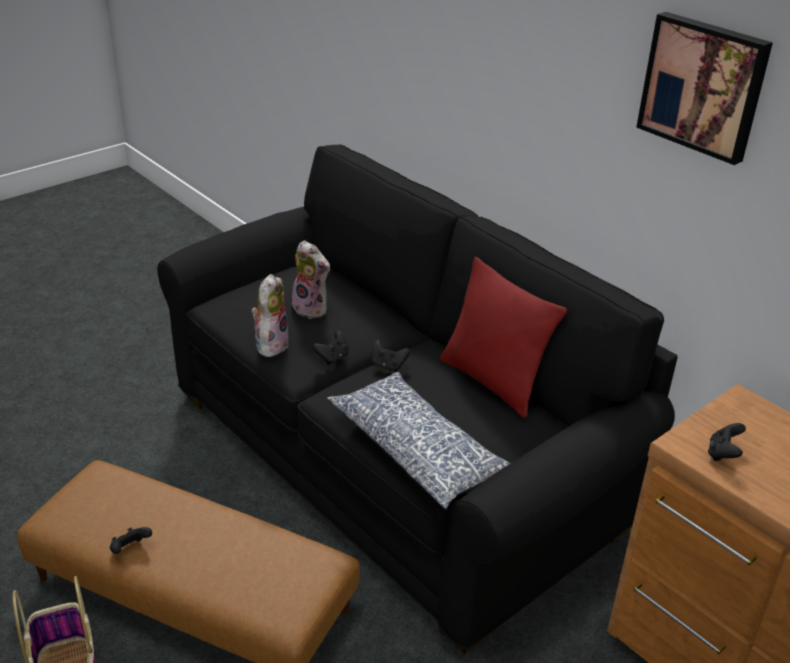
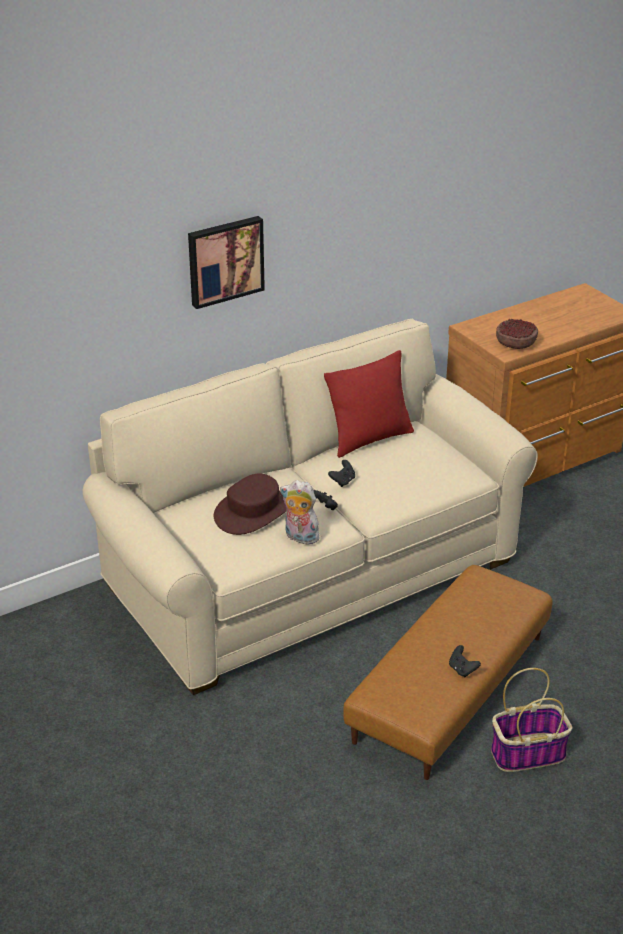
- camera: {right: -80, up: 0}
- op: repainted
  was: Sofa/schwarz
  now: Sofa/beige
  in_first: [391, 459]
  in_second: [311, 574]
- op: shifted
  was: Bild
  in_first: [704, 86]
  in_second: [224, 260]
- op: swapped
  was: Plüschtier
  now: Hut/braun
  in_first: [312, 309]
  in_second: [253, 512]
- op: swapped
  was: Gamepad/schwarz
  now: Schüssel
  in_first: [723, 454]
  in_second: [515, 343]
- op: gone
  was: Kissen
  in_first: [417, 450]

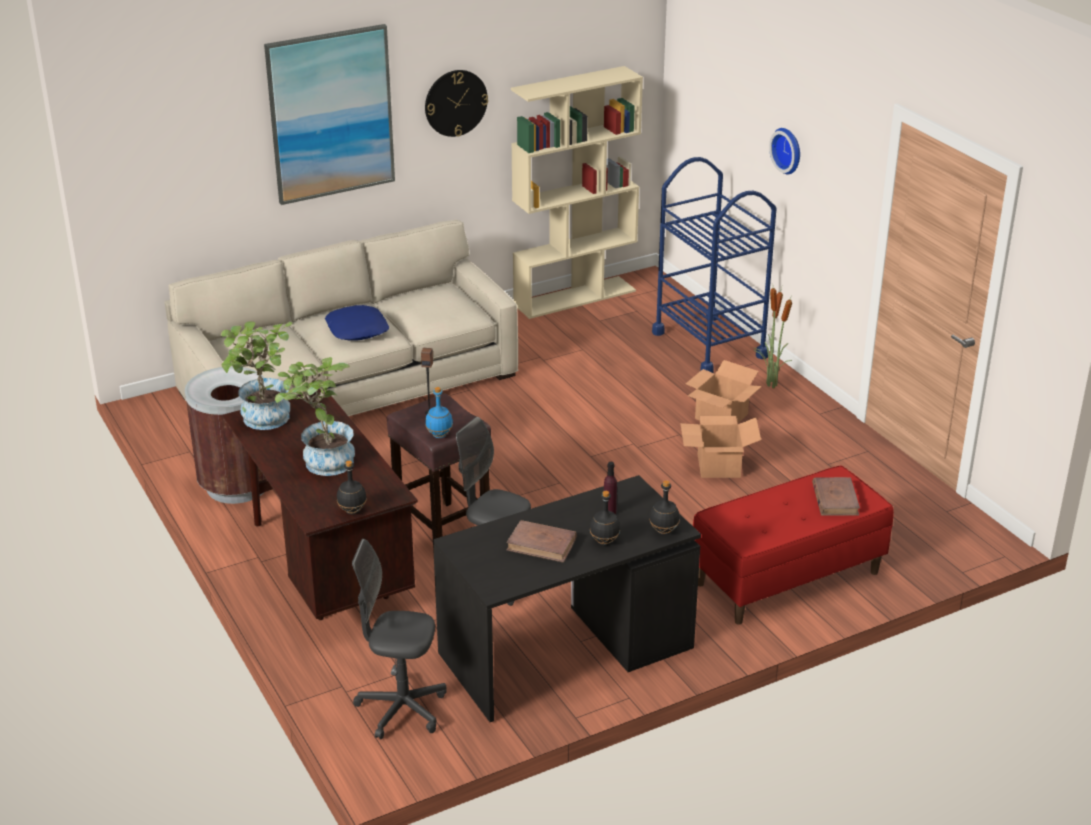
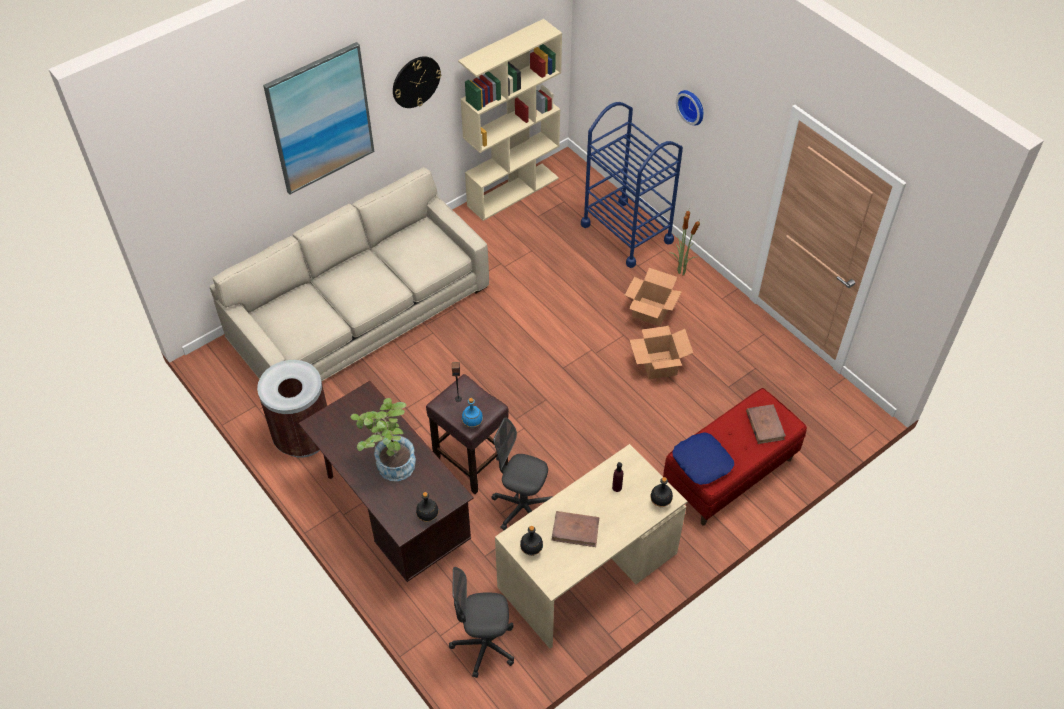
- camera: {right: -10, up: 20}
- op: repainted
  was: Schreibtisch/schwarz
  now: Schreibtisch/beige
  in_first: [565, 652]
  in_second: [587, 572]
- op: shifted
  was: Flasche/schwarz
  in_first: [604, 542]
  in_second: [531, 550]
- op: shifted
  was: Kissen/blau
  in_first: [357, 329]
  in_second: [702, 462]
- op: gone
  was: Topfpflanze
  in_first: [263, 421]

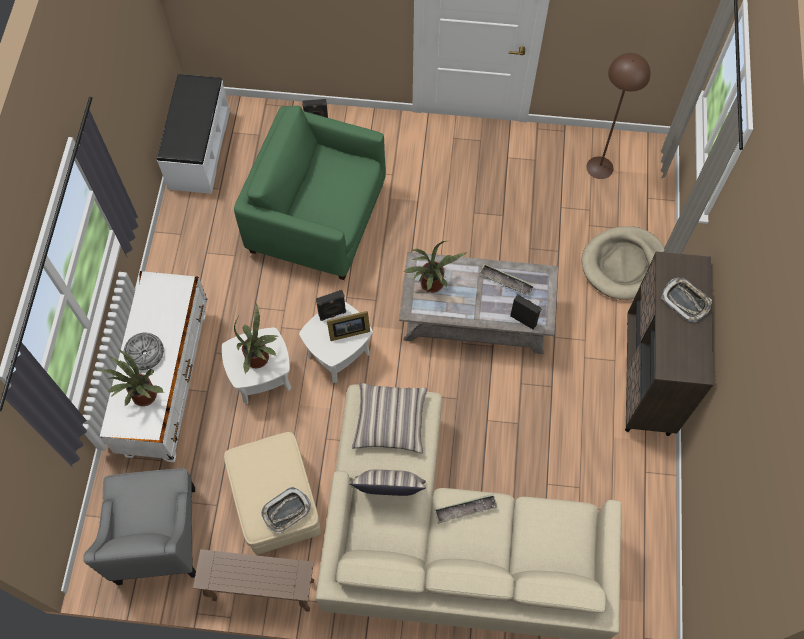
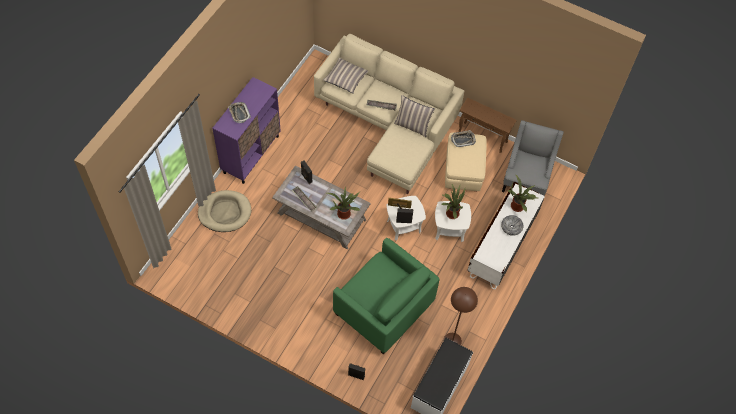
- camera: {right: -160, up: -5}
- op: repainted
  was: Schrank/braun
  now: Schrank/lila
  in_first: [648, 378]
  in_second: [251, 154]
- op: shifted
  was: Kissen
  in_first: [390, 421]
  in_second: [346, 78]
- op: shifted
  was: Stehlampe/braun
  in_first: [599, 167]
  in_second: [452, 341]

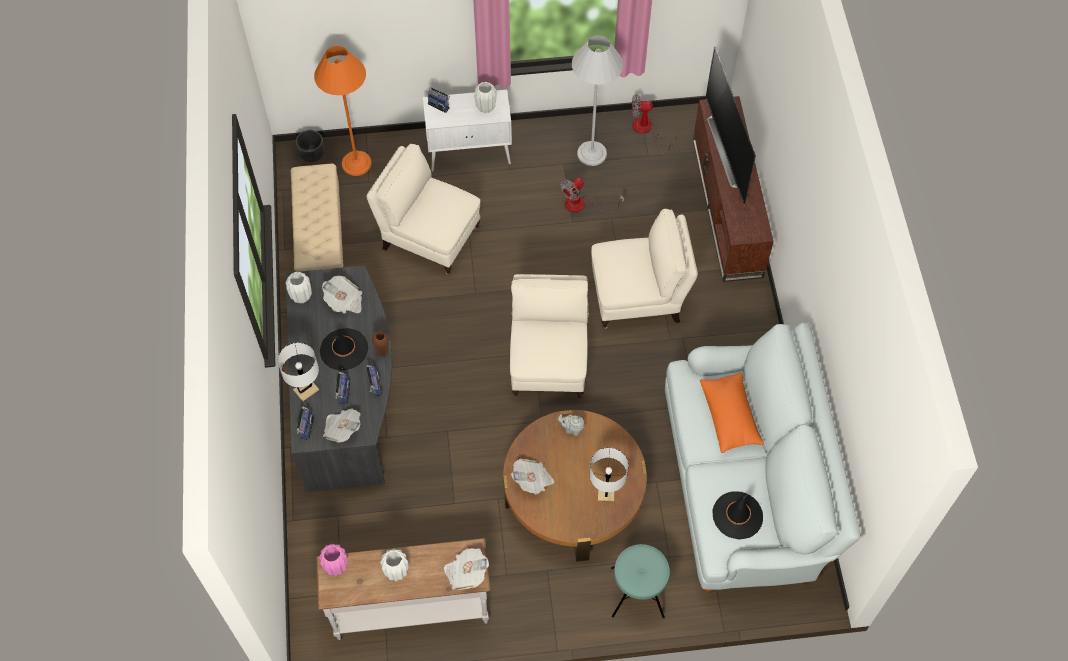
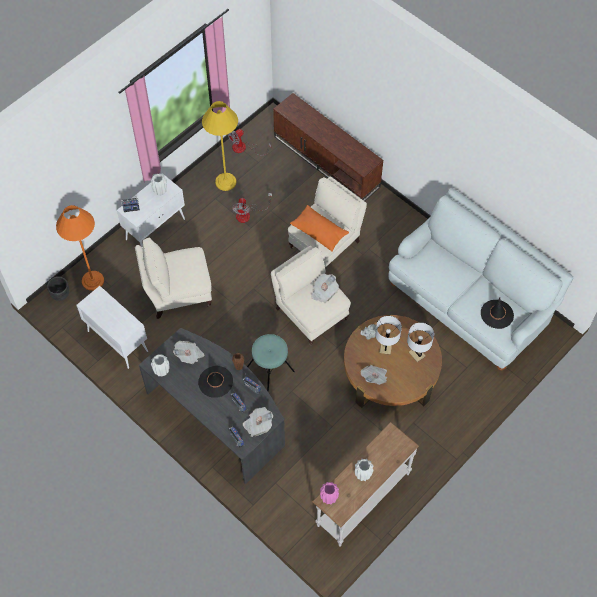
- camera: {right: -40, up: 0}
- op: swapped
  was: Bank/beige
  now: Schrank/weiß
  in_first: [322, 243]
  in_second: [117, 341]
- op: repainted
  was: Stehlampe/weiß
  now: Stehlampe/gelb
  in_first: [592, 153]
  in_second: [225, 182]
- op: shifted
  was: Hocker/türkis
  in_first: [637, 592]
  in_second: [270, 369]
- op: shifted
  was: Kissen/orange
  in_first: [730, 417]
  in_second: [319, 232]
- op: shifted
  was: Zeitung
  in_first: [466, 573]
  in_second: [323, 292]
- op: shifted
  was: Tischlampe/weiß
  in_first: [306, 390]
  in_second: [385, 347]
- op: gone
  was: Fernseher
  in_first: [729, 150]

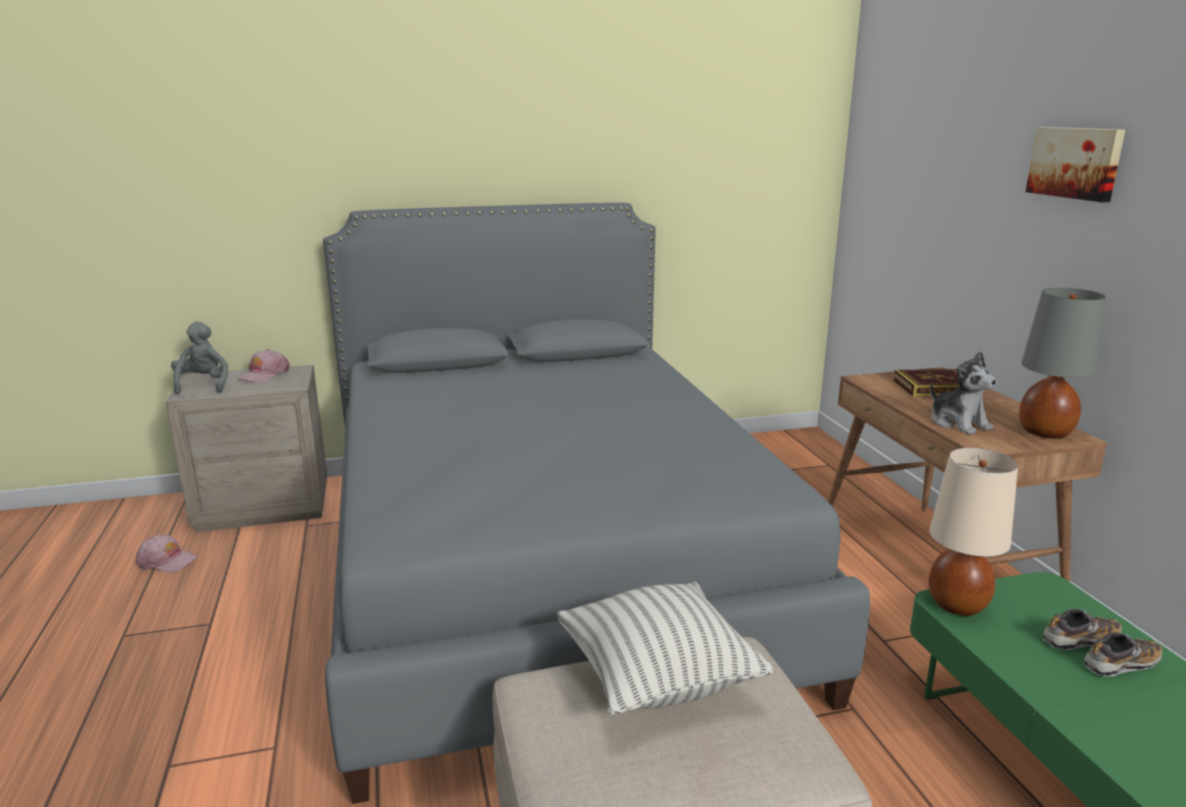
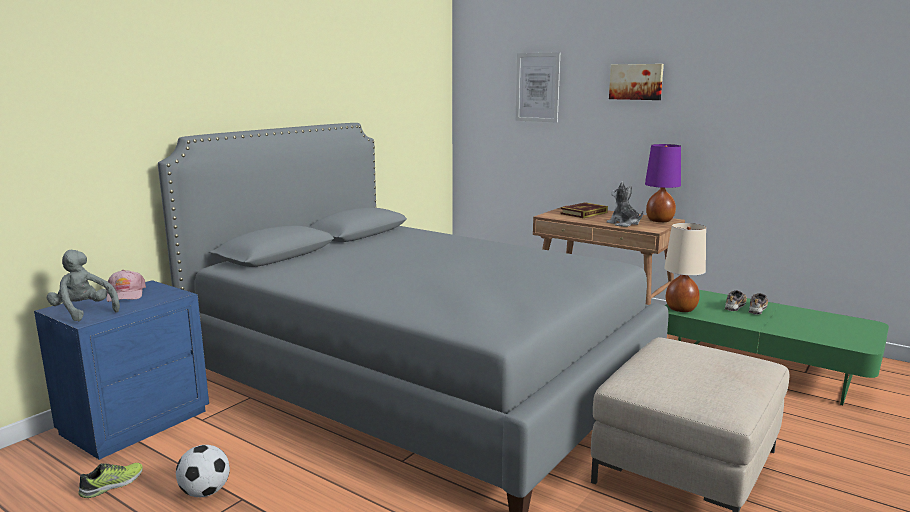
- camera: {right: -40, up: -5}
- op: repainted
  was: Nachttisch/beige
  now: Nachttisch/blau
  in_first: [264, 506]
  in_second: [134, 422]
- op: swapped
  was: Kappe/rosa
  now: Schuh
  in_first: [166, 561]
  in_second: [112, 485]
- op: new
  now: Fußball
  in_second: [205, 492]
- op: new
  now: Bild
  in_second: [537, 87]
- op: rotated
  was: Plüschtier
  in_first: [958, 423]
  in_second: [624, 224]
  clockwise: -150
- op: repainted
  was: Tischlampe/grau
  now: Tischlampe/lila
  in_first: [1044, 432]
  in_second: [659, 220]
- op: gone
  was: Kissen
  in_first: [658, 679]

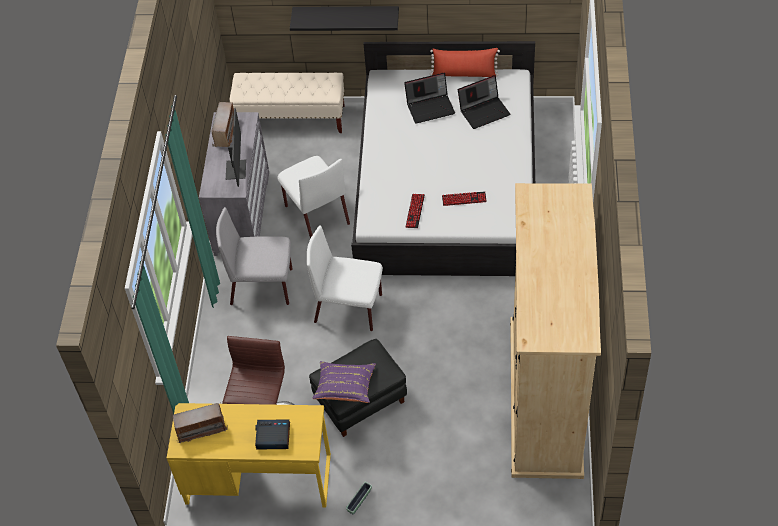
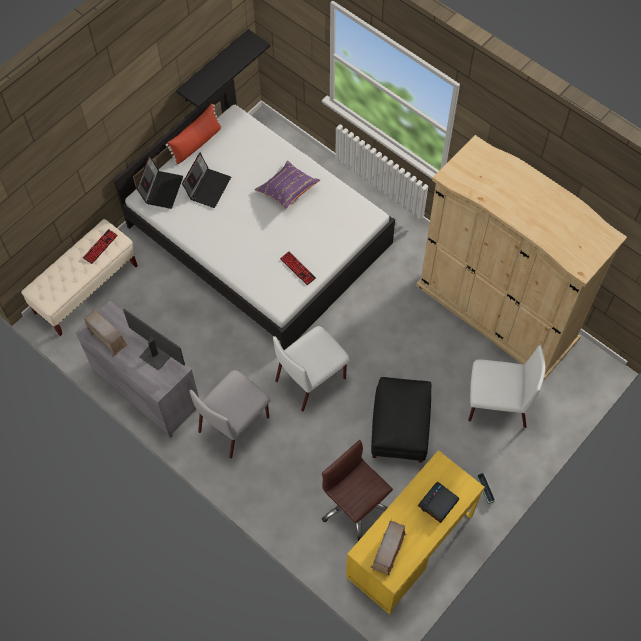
- camera: {right: -55, up: 10}
- op: shifted
  was: Tastatur
  in_first: [464, 199]
  in_second: [100, 247]
- op: shifted
  was: Laptop
  in_first: [484, 111]
  in_second: [161, 189]
- op: shifted
  was: Wandregal/schwarz
  in_first: [346, 16]
  in_second: [213, 67]
- op: shifted
  was: Kissen/lila
  in_first: [345, 388]
  in_second: [287, 190]
- op: shifted
  was: Stuhl/weiß
  in_first: [316, 214]
  in_second: [496, 404]

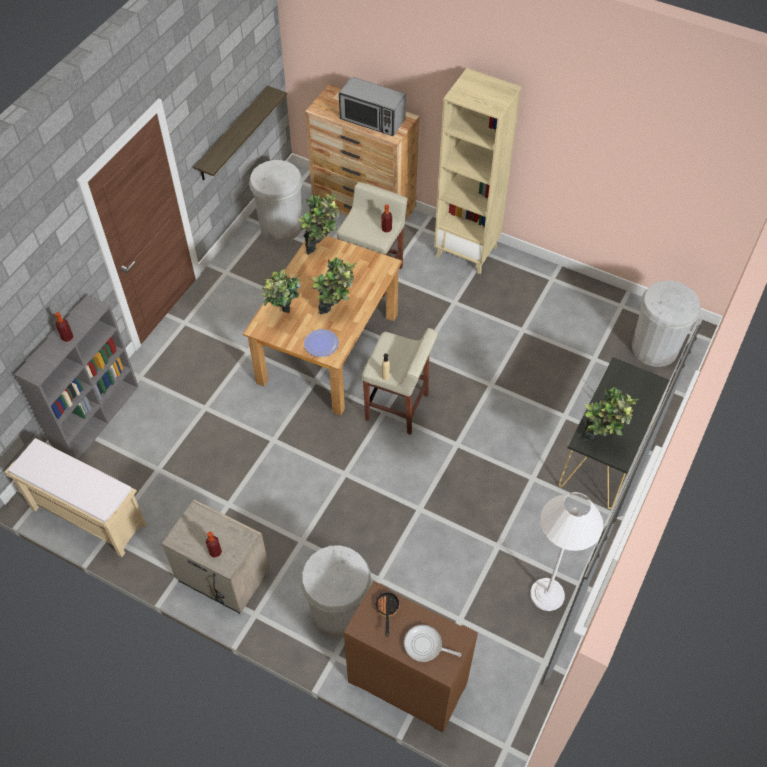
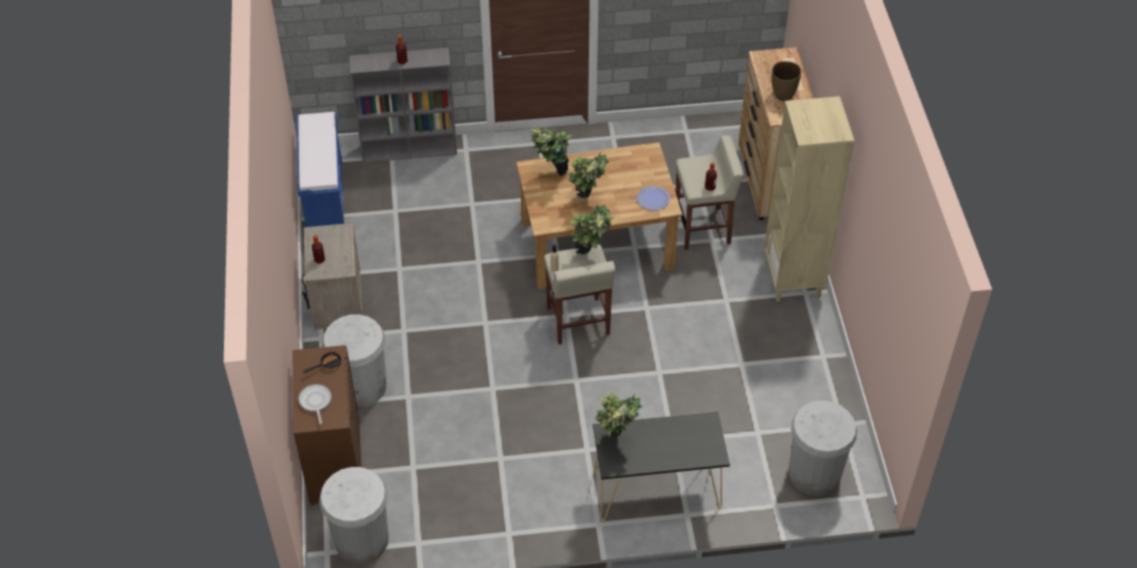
- camera: {right: 55, up: -5}
- op: repainted
  was: Bank/beige
  now: Bank/blau
  in_first: [87, 516]
  in_second: [324, 197]
- op: shifted
  was: Mülleimer/weiß
  in_first: [281, 227]
  in_second: [361, 540]
- op: shifted
  was: Topfpflanze
  in_first: [321, 249]
  in_second: [591, 258]
- op: shifted
  was: Teller
  in_first: [321, 344]
  in_second: [653, 199]
- op: swapped
  was: Mikrowelle
  now: Vase/braun
  in_first: [372, 120]
  in_second: [783, 95]
- op: gone
  was: Wandregal
  in_first: [233, 134]
- op: gone
  was: Stehlampe/weiß
  in_first: [547, 594]

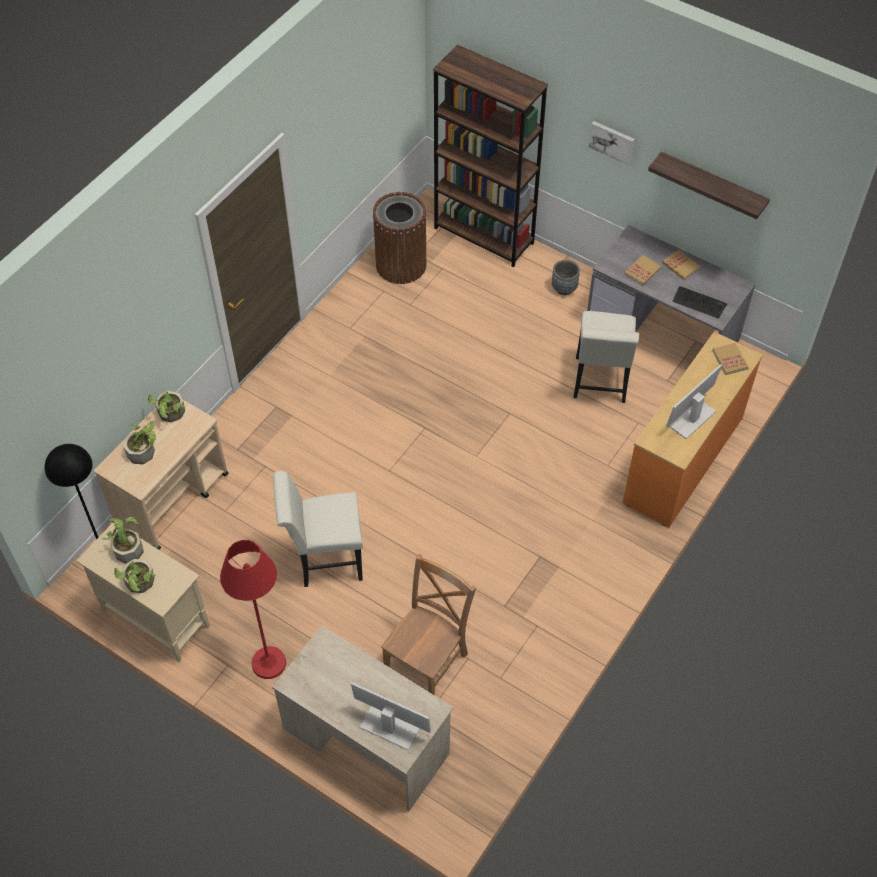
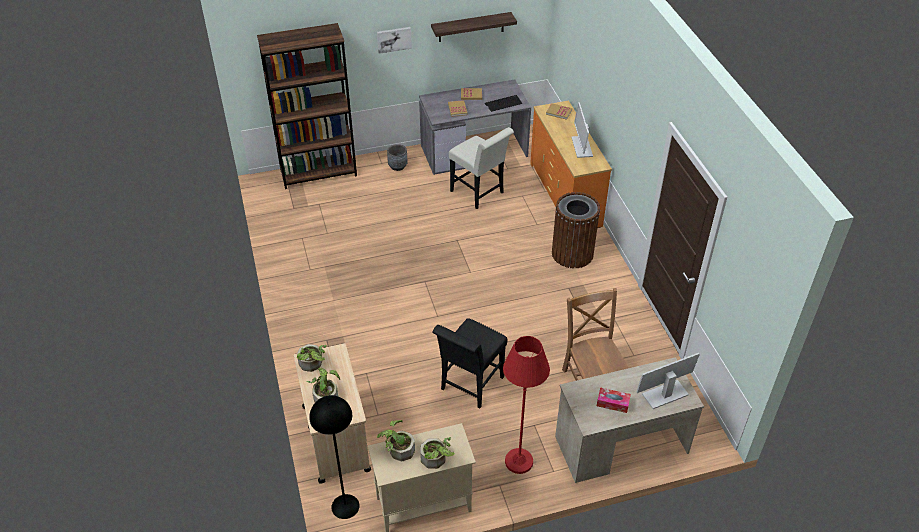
- camera: {right: -50, up: -10}
- op: repainted
  was: Stuhl/weiß
  now: Stuhl/schwarz
  in_first: [324, 559]
  in_second: [469, 386]
- op: shifted
  was: Mülleimer/braun
  in_first: [401, 265]
  in_second: [572, 253]
- op: new
  now: Taschentuchbox
  in_second: [613, 403]

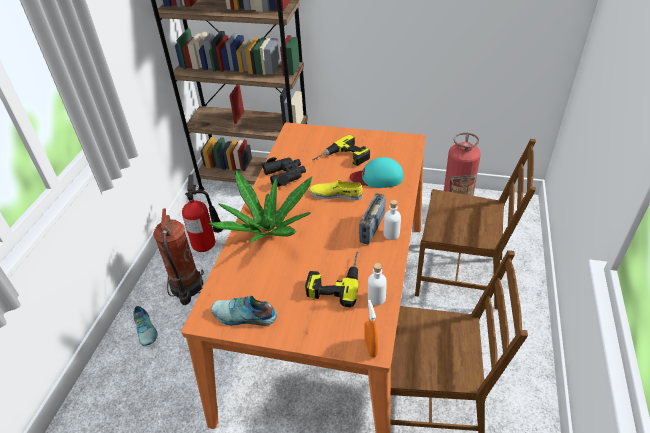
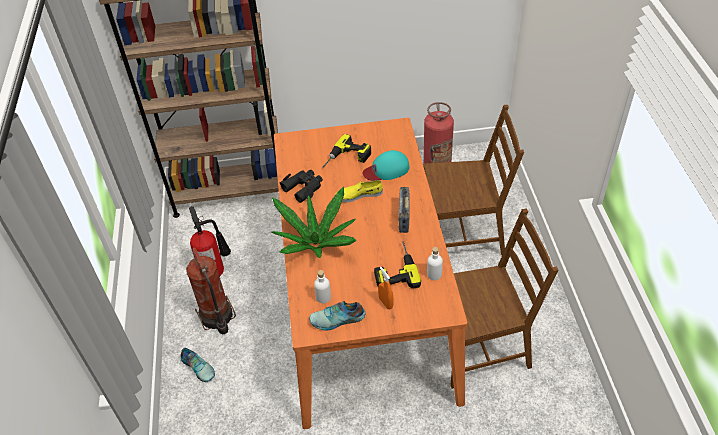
- camera: {right: -20, up: 5}
- op: shifted
  was: Flasche/weiß
  in_first: [391, 234]
  in_second: [323, 297]
- op: shifted
  was: Sprühflasche/orange
  in_first: [370, 347]
  in_second: [385, 303]

